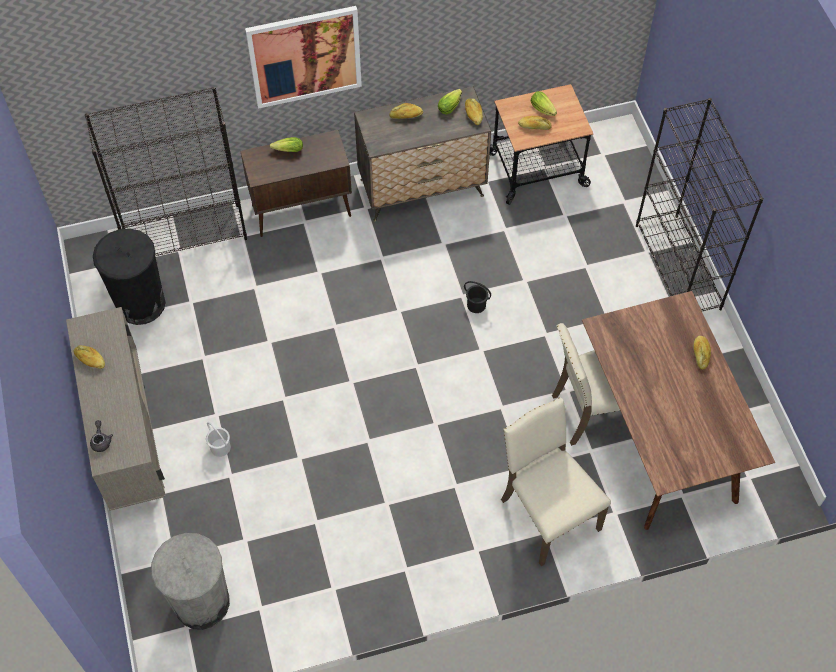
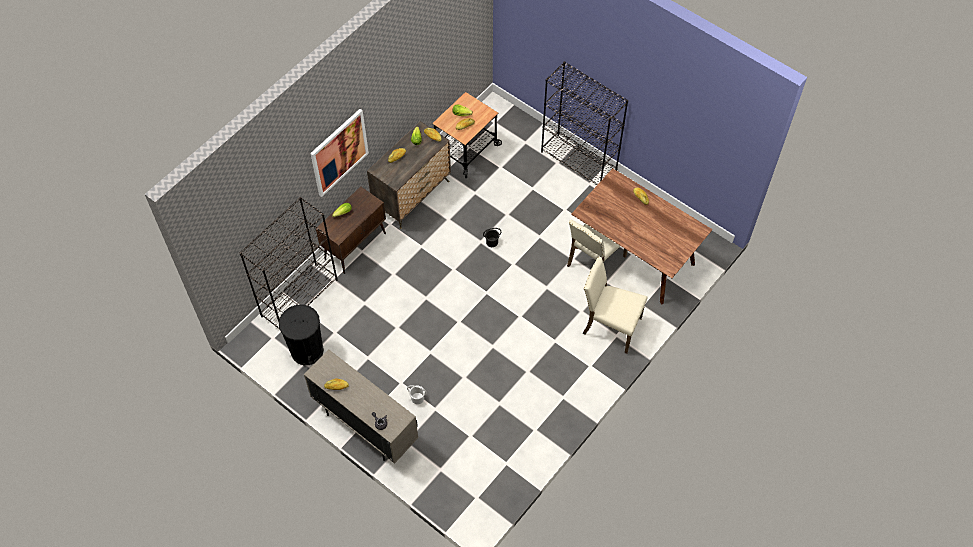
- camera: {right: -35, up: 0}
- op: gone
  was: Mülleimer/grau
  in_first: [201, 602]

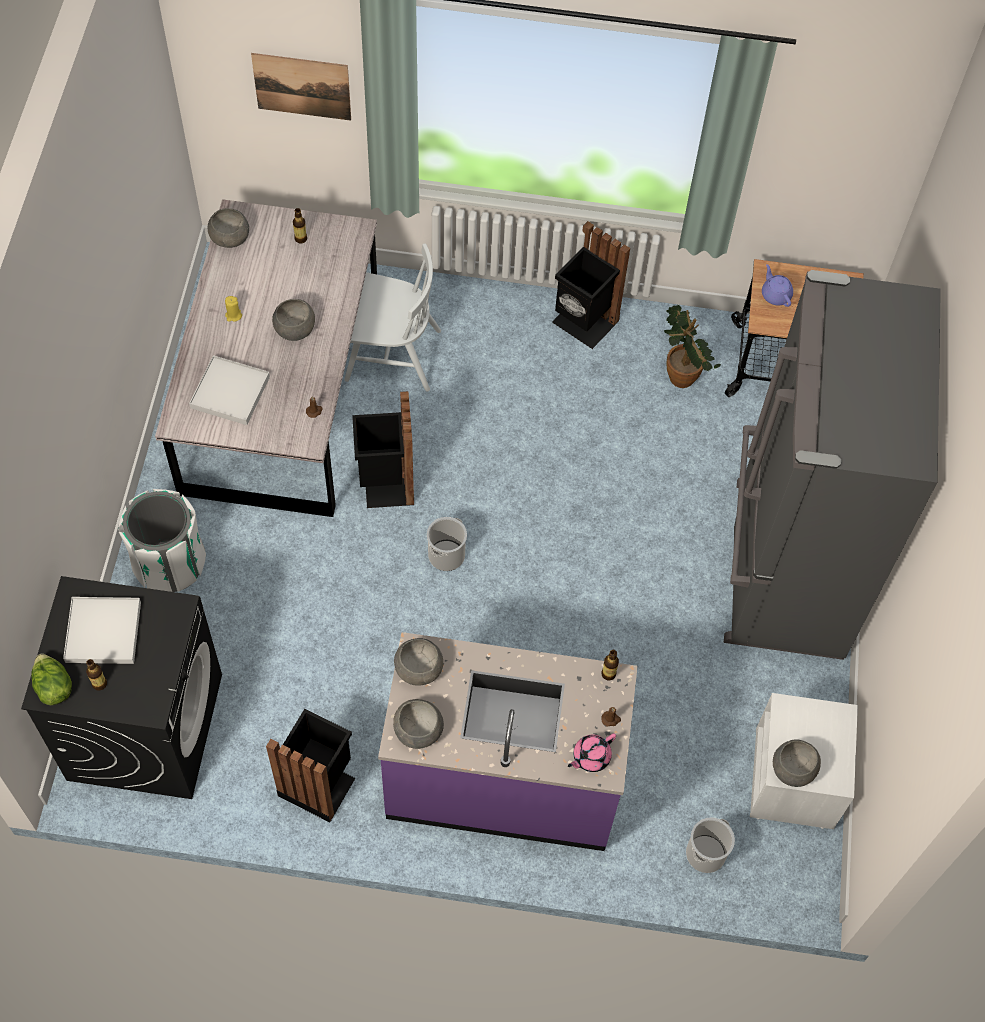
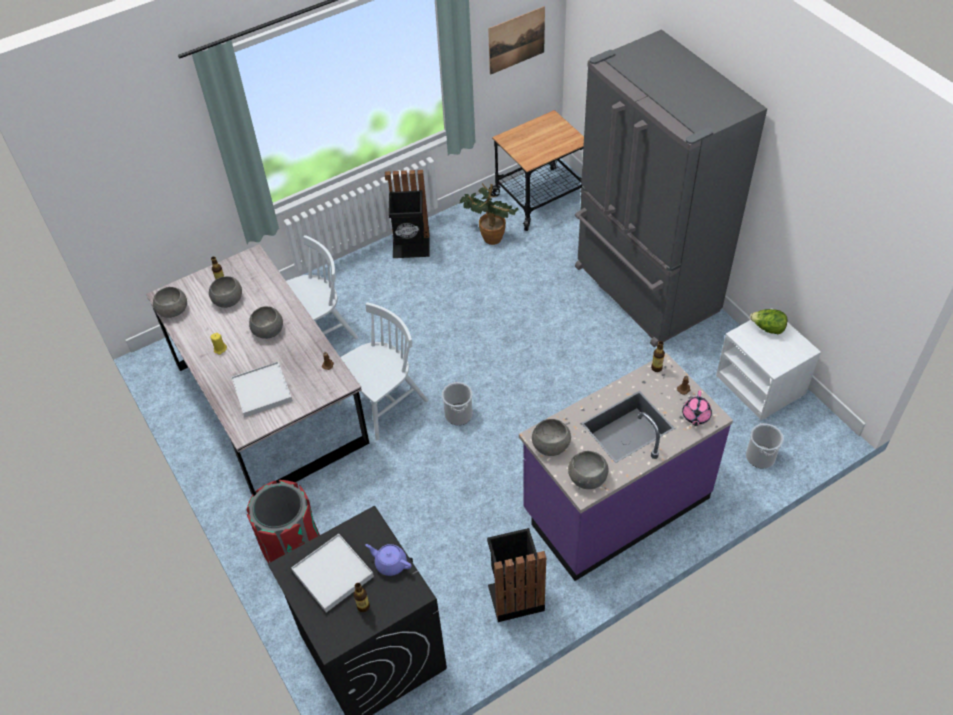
- camera: {right: -35, up: -10}
- op: shifted
  was: Schüssel/grau
  in_first: [793, 768]
  in_second: [227, 299]
- op: repainted
  was: Mülleimer/weiß
  now: Mülleimer/rot
  in_first: [169, 563]
  in_second: [290, 544]
- op: swapped
  was: Mülleimer/schwarz
  now: Stuhl/weiß
  in_first: [385, 483]
  in_second: [382, 403]
- op: shifted
  was: Teekanne/lila
  in_first: [775, 295]
  in_second: [390, 563]
- op: shifted
  was: Bild
  in_first: [302, 86]
  in_second: [516, 40]
- op: shifted
  was: Salatkopf
  in_first: [53, 687]
  in_second: [767, 328]

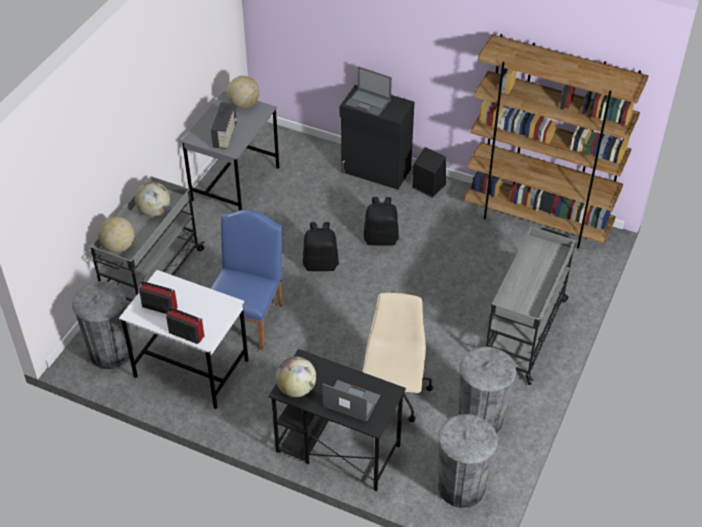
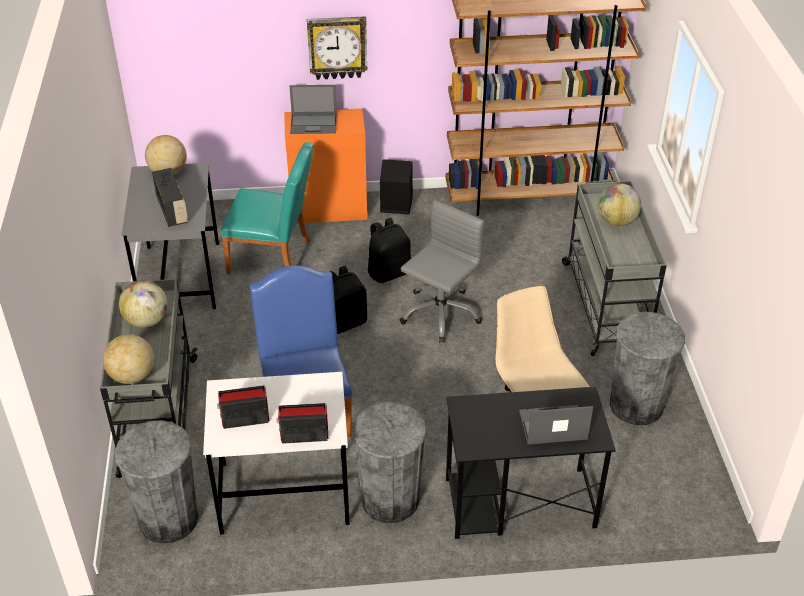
- camera: {right: -30, up: -5}
- op: new
  now: Stuhl/türkis
  in_second: [275, 258]
- op: repainted
  was: Schrank/schwarz
  now: Schrank/orange
  in_first: [376, 171]
  in_second: [329, 210]
- op: new
  now: Wanduhr
  in_second: [337, 47]
- op: shifted
  was: Mülleimer/grau
  in_first: [461, 487]
  in_second: [390, 499]
- op: new
  now: Bürostuhl/grau
  in_second: [440, 313]
- op: shifted
  was: Globus
  in_first: [296, 389]
  in_second: [616, 221]

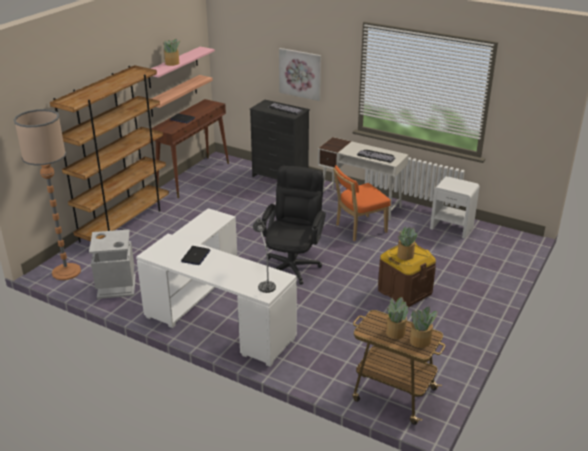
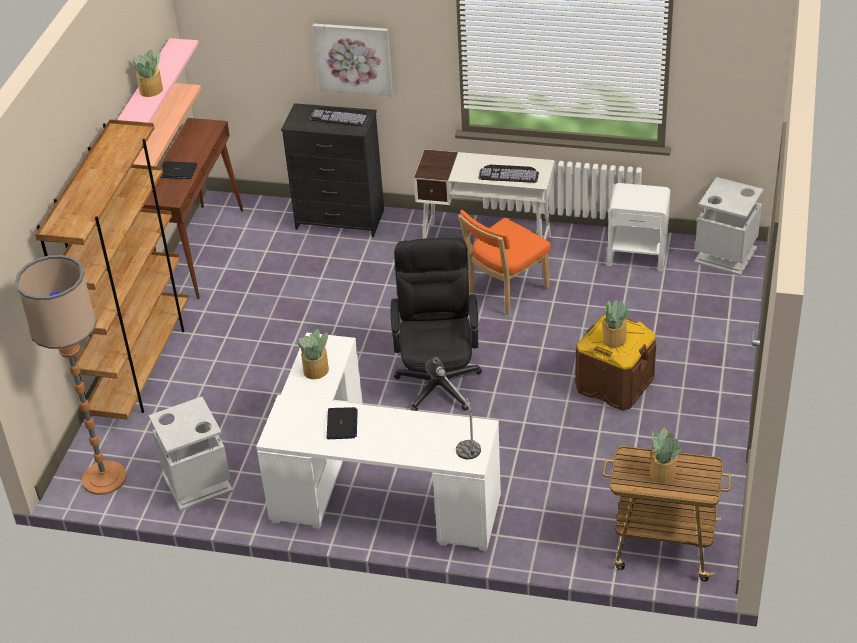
- camera: {right: -15, up: 10}
- op: shifted
  was: Topfpflanze
  in_first: [420, 341]
  in_second: [316, 370]
- op: new
  now: Mülleimer/grau
  in_second: [724, 255]

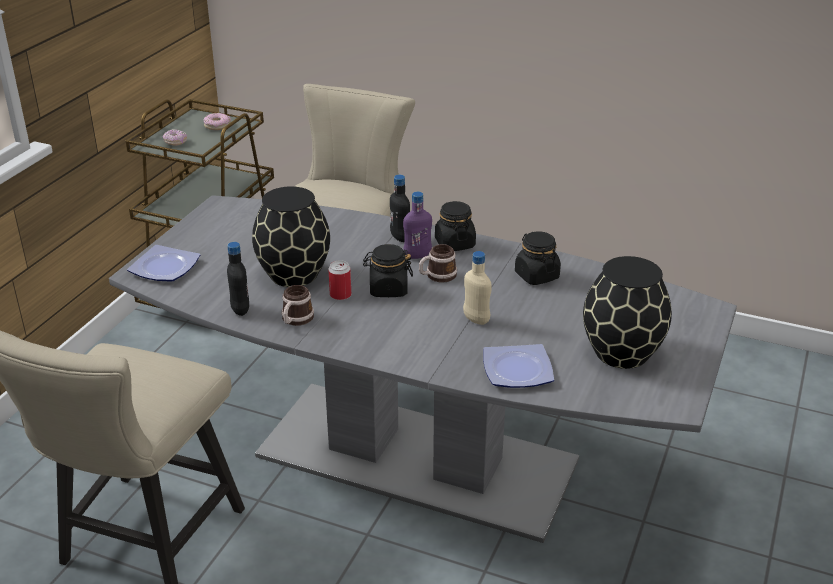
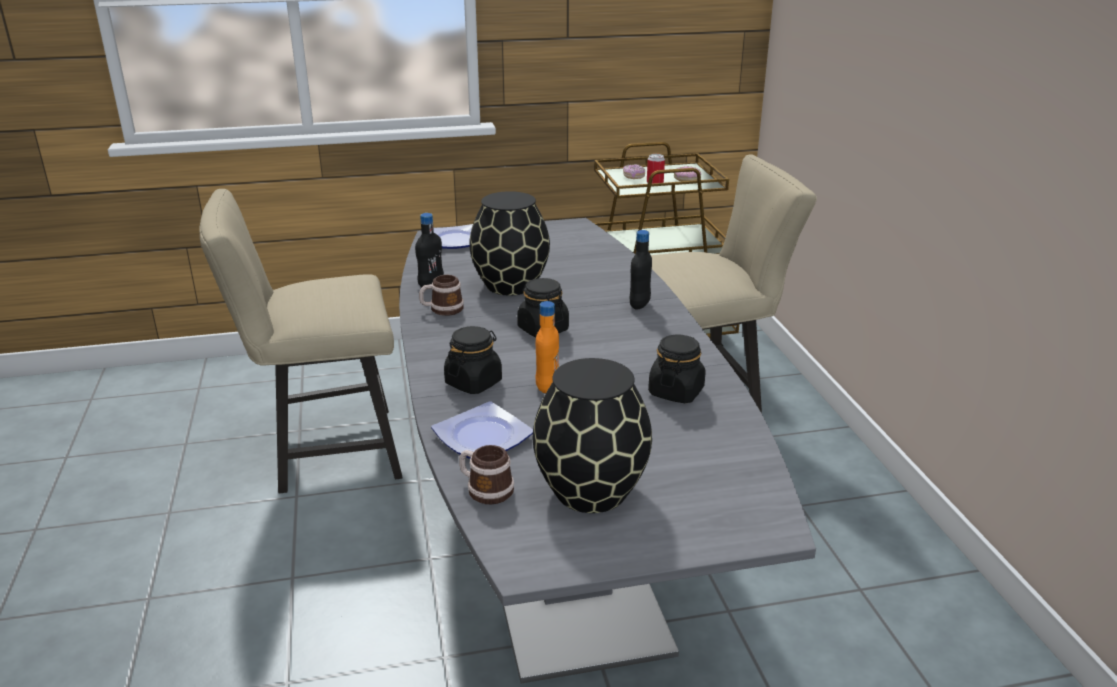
- camera: {right: 55, up: -5}
- op: shifted
  was: Vorratsglas/schwarz
  in_first: [454, 243]
  in_second: [473, 382]
- op: shifted
  was: Henkelbecher
  in_first: [437, 276]
  in_second: [485, 489]
- op: repainted
  was: Flasche/beige
  now: Flasche/orange
  in_first: [476, 319]
  in_second: [547, 386]
- op: shifted
  was: Dose
  in_first: [340, 295]
  in_second: [655, 183]
- op: gone
  was: Flasche/lila
  in_first: [417, 255]

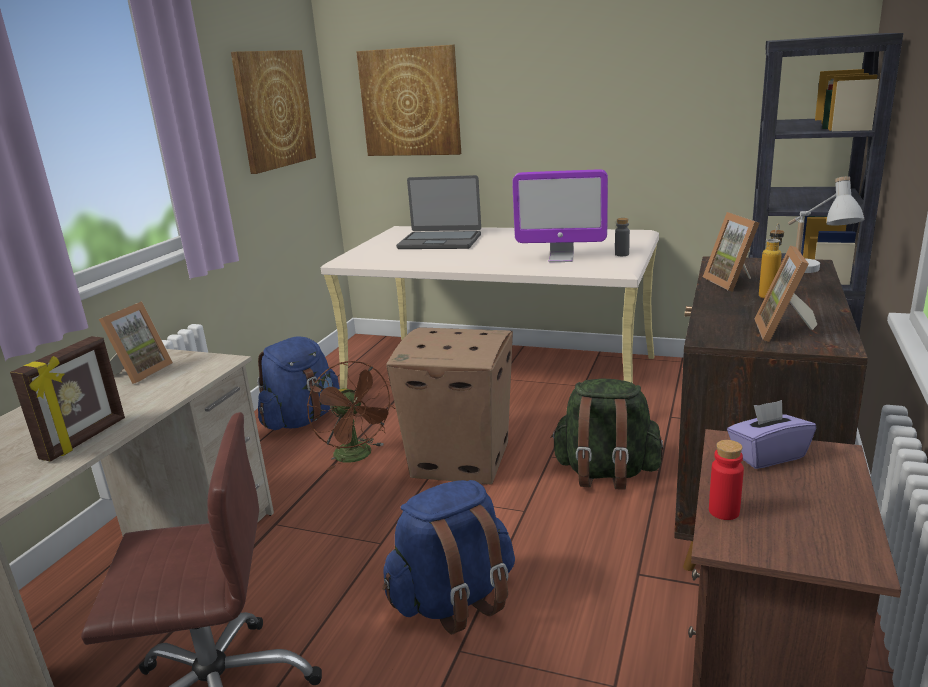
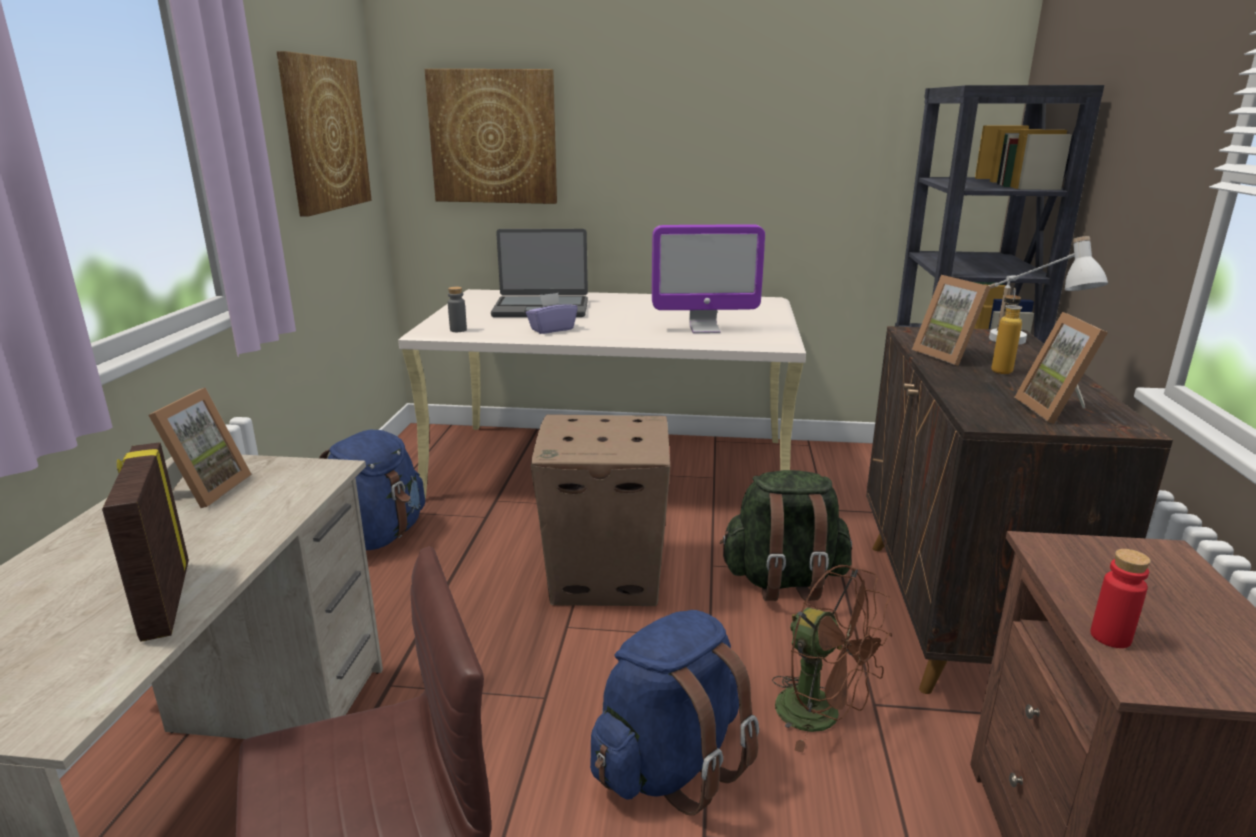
- camera: {right: -15, up: 0}
- op: rotated
  was: Bilderrahmen
  in_first: [85, 439]
  in_second: [164, 600]
  clockwise: 150
- op: shifted
  was: Flasche/grau
  in_first: [622, 254]
  in_second: [458, 330]
- op: shifted
  was: Taschentuchbox/lila
  in_first: [767, 455]
  in_second: [552, 329]
- op: shifted
  was: Ventilator/braun
  in_first: [358, 456]
  in_second: [821, 716]

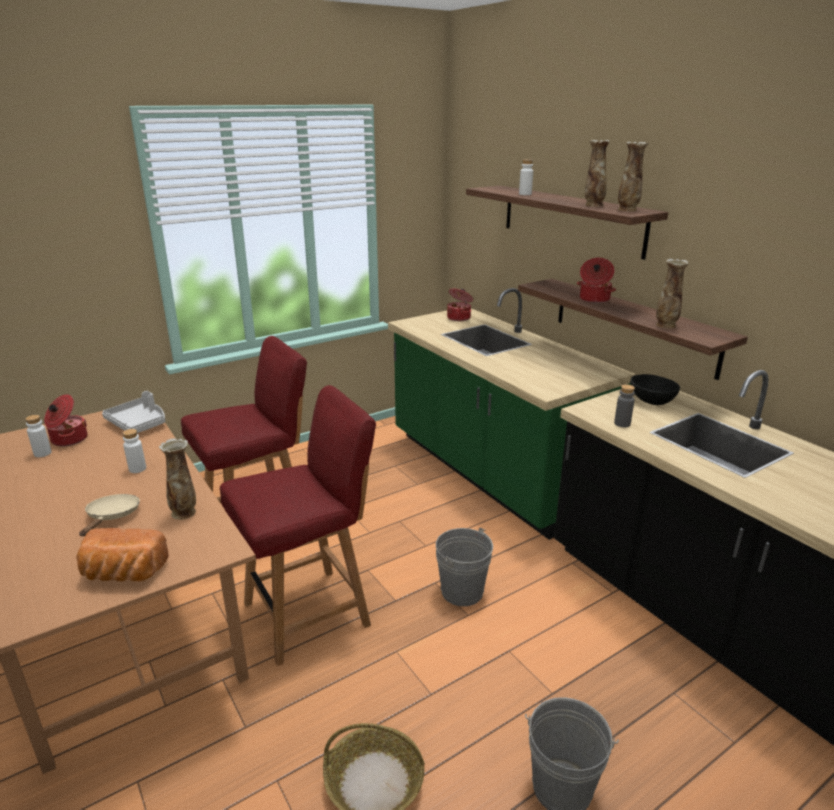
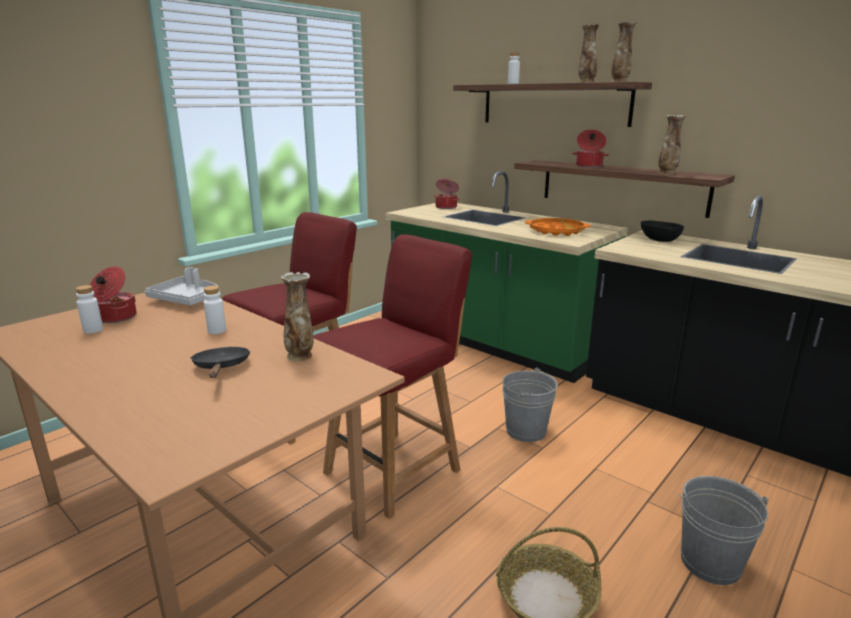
- camera: {right: -15, up: -5}
- op: repainted
  was: Pfanne/beige
  now: Pfanne/schwarz
  in_first: [112, 517]
  in_second: [221, 367]
- op: new
  now: Tablett/orange
  in_second: [556, 231]
- op: gone
  was: Brot
  in_first: [123, 574]
- op: gone
  was: Flasche/grau
  in_first: [622, 424]

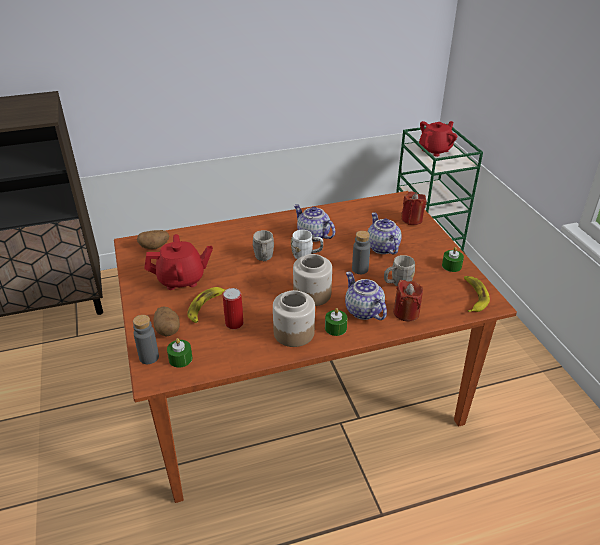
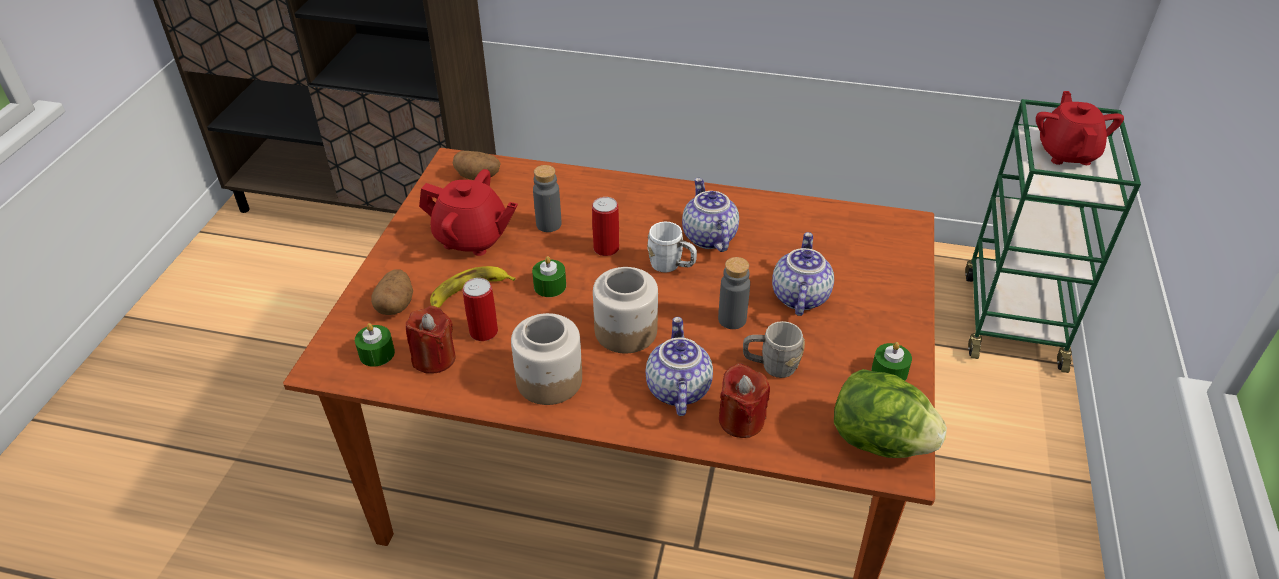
- camera: {right: 30, up: 5}
- op: shifted
  was: Kerze/rot
  in_first: [412, 219]
  in_second: [434, 358]
- op: shifted
  was: Kerze/grün
  in_first: [335, 328]
  in_second: [550, 286]
- op: shifted
  was: Flasche/grau
  in_first: [149, 357]
  in_second: [548, 224]
- op: swapped
  was: Henkelbecher/grau
  now: Dose
  in_first: [264, 258]
  in_second: [606, 248]
- op: swapped
  was: Banane
  now: Salatkopf
  in_first: [473, 296]
  in_second: [879, 440]
- op: rotated
  was: Teekanne/rot
  in_first: [435, 150]
  in_second: [1067, 153]
  clockwise: -75

